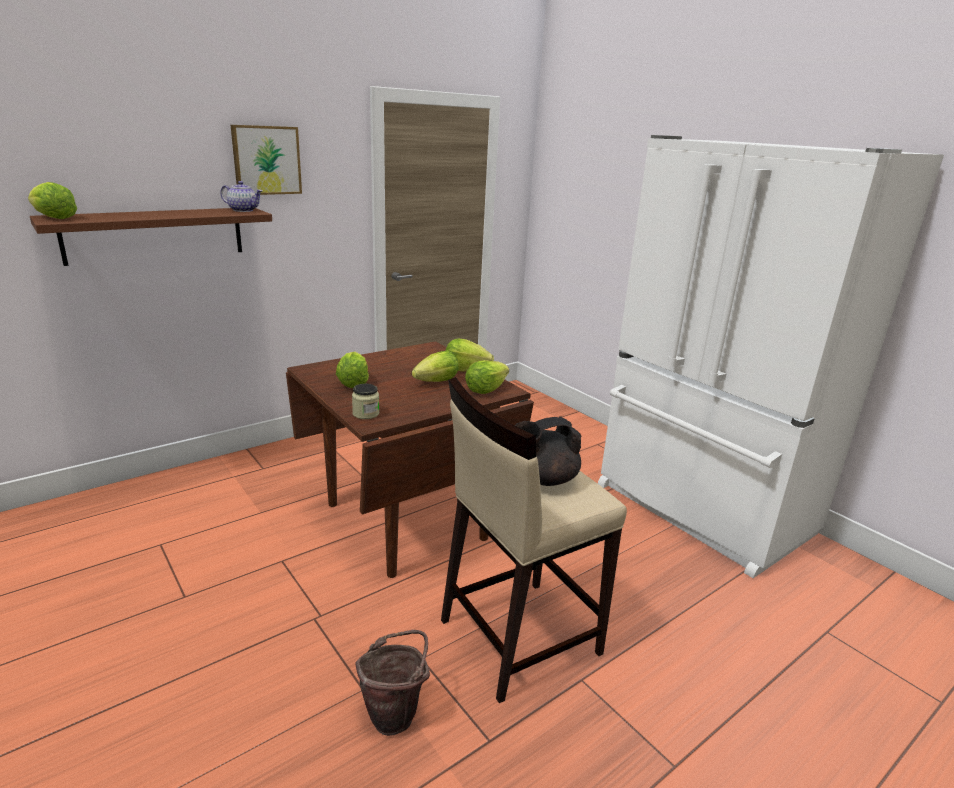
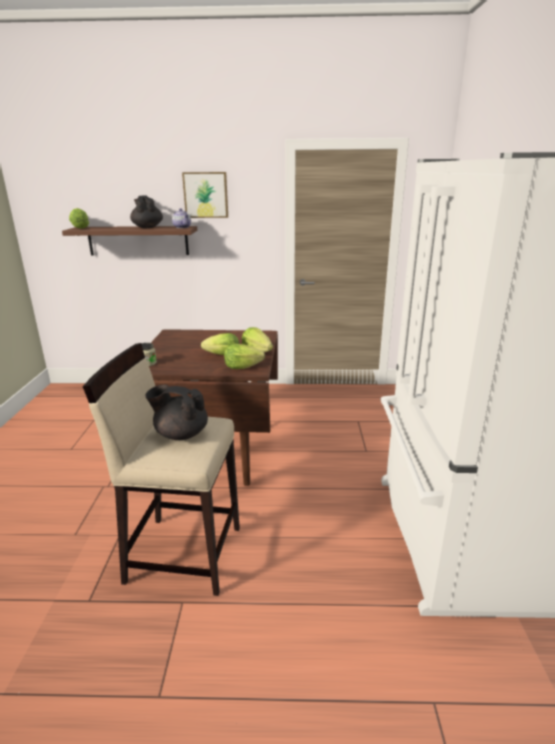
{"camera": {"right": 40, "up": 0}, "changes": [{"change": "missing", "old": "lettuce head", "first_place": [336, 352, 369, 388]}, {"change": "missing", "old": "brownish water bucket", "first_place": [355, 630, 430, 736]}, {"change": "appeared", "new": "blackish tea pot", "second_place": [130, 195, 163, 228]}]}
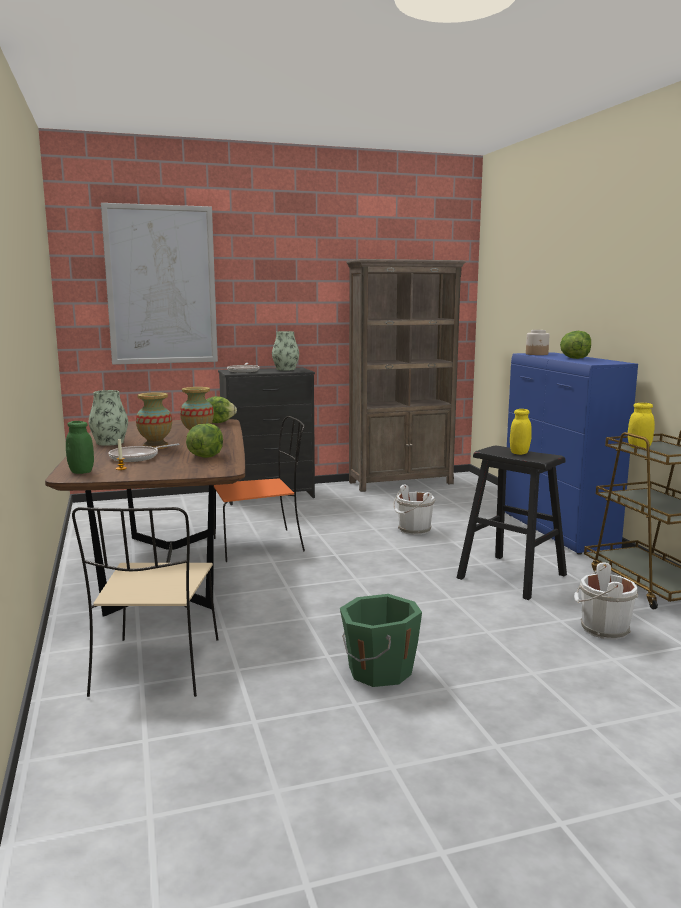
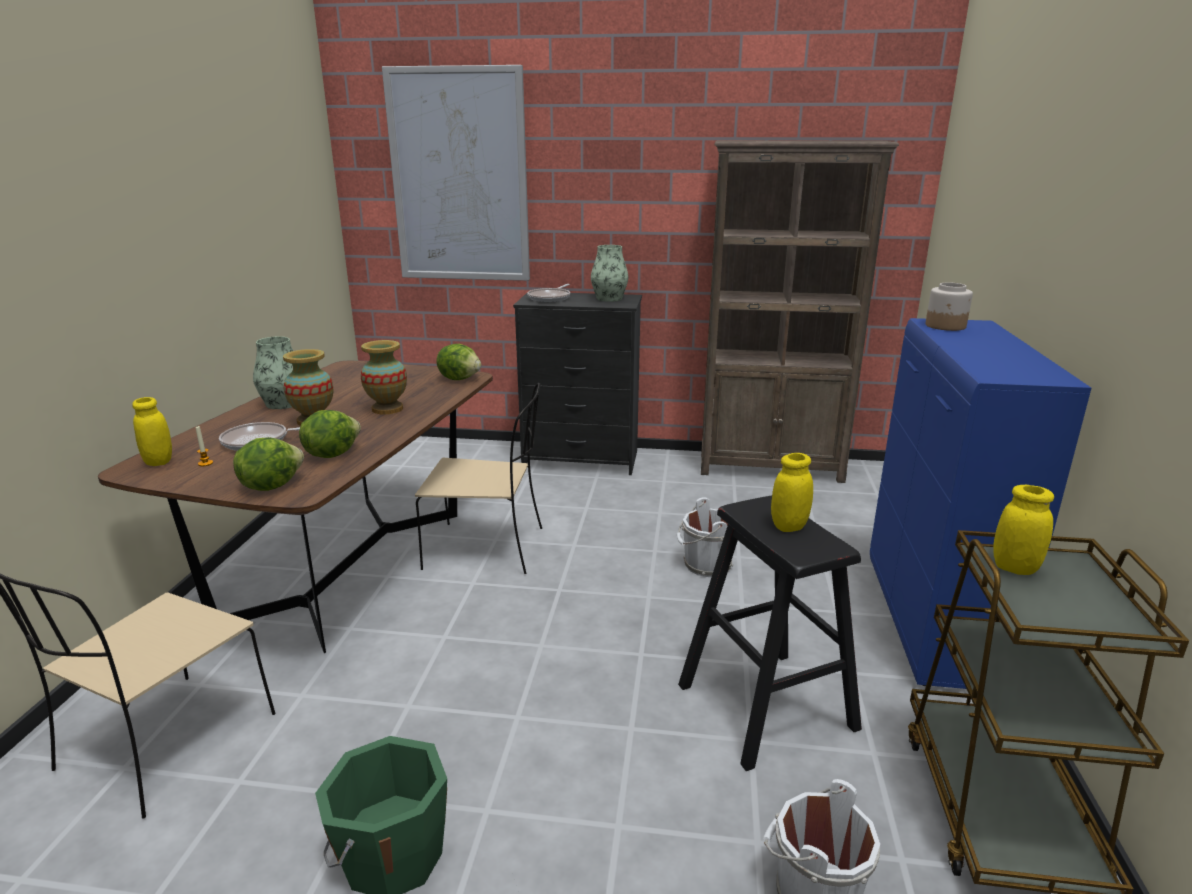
{"camera": {"right": 25, "up": 10}, "changes": [{"change": "relocated", "old": "lettuce head", "first_place": [560, 331, 591, 359], "second_place": [233, 437, 304, 491]}, {"change": "colour", "old": "green jar", "new": "yellow jar", "first_place": [66, 421, 94, 474], "second_place": [132, 397, 172, 466]}, {"change": "colour", "old": "orangey upright chair", "new": "sand-coloured upright chair", "first_place": [214, 416, 305, 562], "second_place": [415, 383, 542, 574]}]}
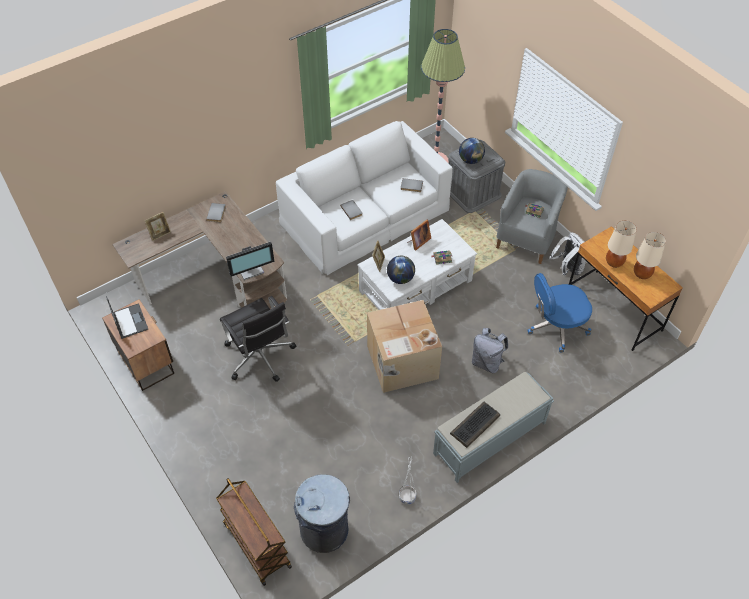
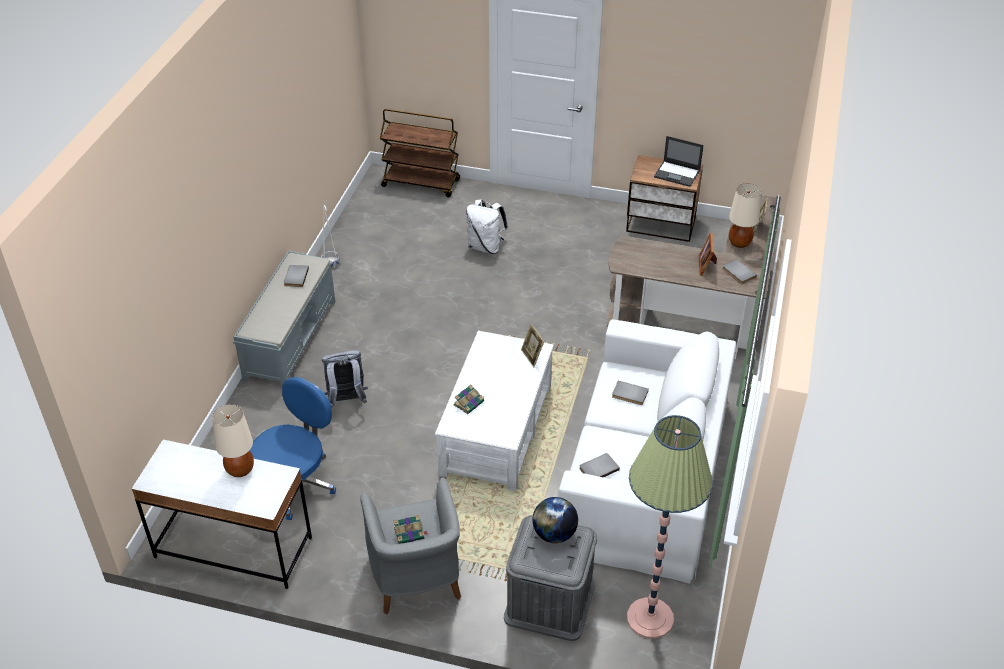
{"camera": {"right": 140, "up": -10}, "changes": [{"change": "missing", "old": "blackish computer chair", "first_place": [220, 296, 296, 382]}, {"change": "missing", "old": "computer screen", "first_place": [226, 242, 274, 280]}, {"change": "missing", "old": "gray trash can", "first_place": [294, 474, 350, 553]}, {"change": "missing", "old": "carton", "first_place": [367, 300, 442, 393]}, {"change": "missing", "old": "world globe", "first_place": [387, 256, 415, 284]}, {"change": "relocated", "old": "picture frame", "first_place": [407, 220, 431, 251], "second_place": [699, 233, 717, 276]}, {"change": "relocated", "old": "white rucksack", "first_place": [550, 232, 586, 276], "second_place": [466, 199, 508, 254]}, {"change": "relocated", "old": "sand-coloured tabletop lamp", "first_place": [634, 232, 666, 279], "second_place": [729, 183, 761, 248]}, {"change": "exchanged", "old": "keyboard", "new": "gray bound book", "first_place": [450, 402, 500, 448], "second_place": [284, 265, 309, 287]}, {"change": "colour", "old": "brownish desk unit", "new": "white desk unit", "first_place": [569, 226, 683, 351], "second_place": [132, 440, 312, 589]}]}
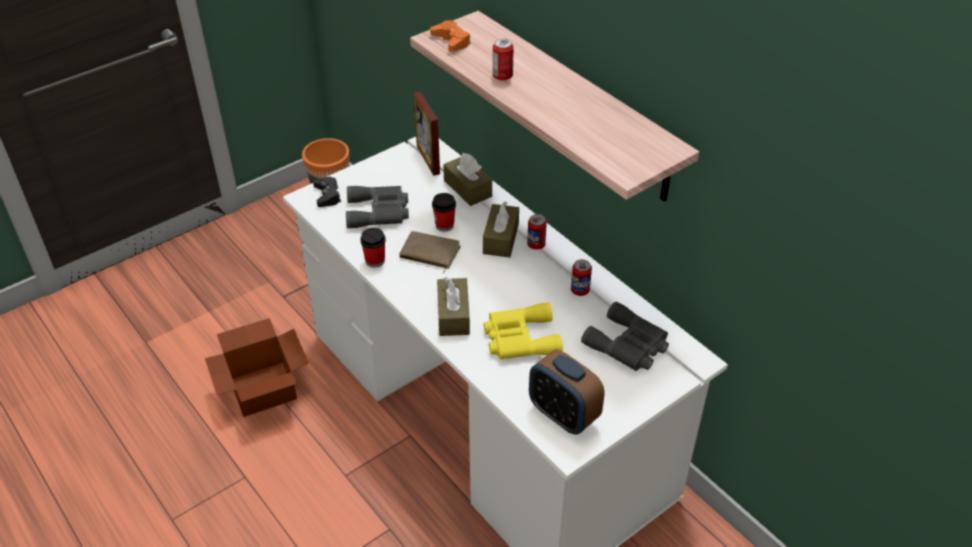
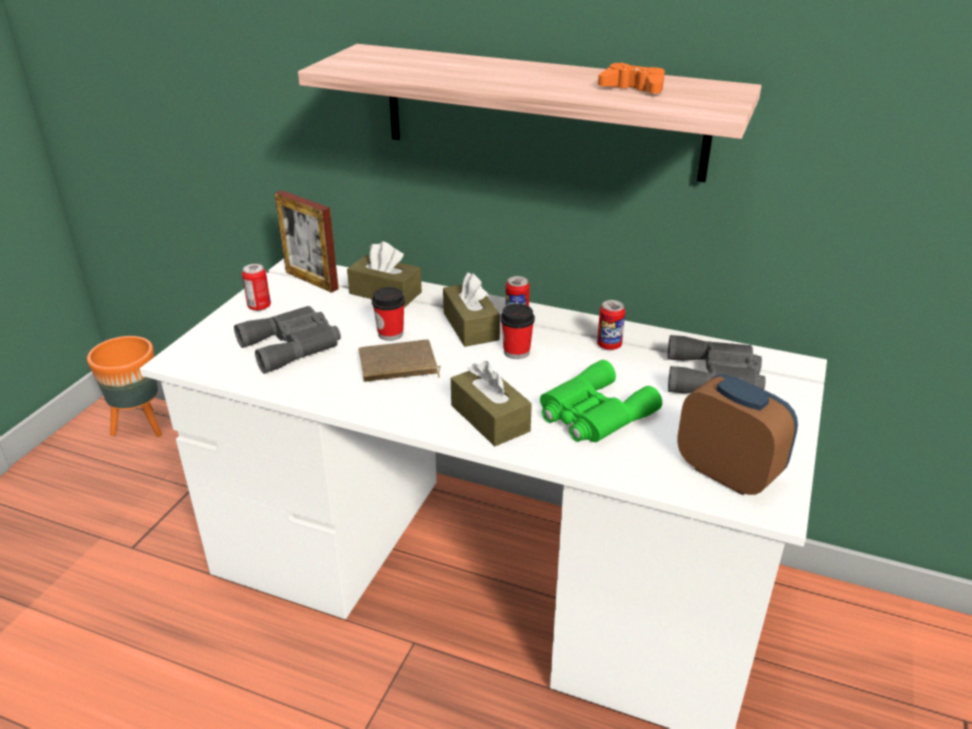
{"camera": {"right": -30, "up": -10}, "changes": [{"change": "missing", "old": "carton", "first_place": [205, 318, 309, 417]}, {"change": "missing", "old": "blackish gamepad", "first_place": [313, 177, 341, 207]}, {"change": "relocated", "old": "cup", "first_place": [360, 228, 386, 268], "second_place": [500, 304, 535, 359]}, {"change": "relocated", "old": "orangey gamepad", "first_place": [430, 20, 471, 52], "second_place": [598, 63, 665, 93]}, {"change": "relocated", "old": "metal can", "first_place": [493, 38, 514, 81], "second_place": [242, 264, 271, 311]}, {"change": "colour", "old": "yellow binoculars", "new": "green binoculars", "first_place": [484, 303, 563, 360], "second_place": [540, 360, 662, 442]}, {"change": "spun", "old": "alarm clock", "first_place": [529, 349, 605, 435], "second_place": [677, 374, 798, 495], "degrees": -150}]}
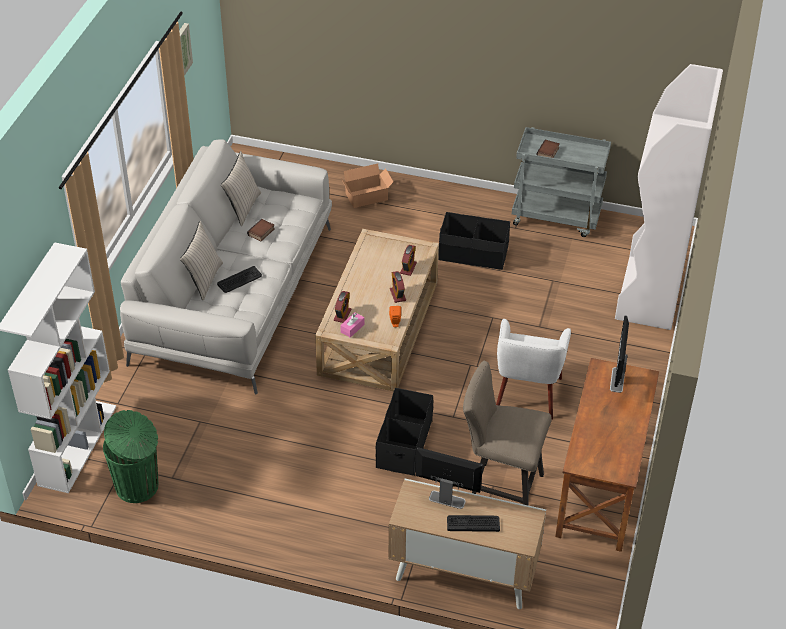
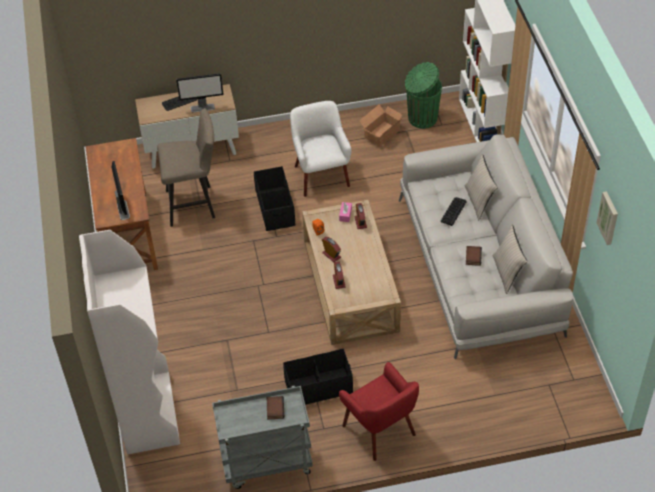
{"camera": {"right": 155, "up": 5}, "changes": [{"change": "appeared", "new": "reddish lounge chair", "second_place": [339, 362, 419, 461]}, {"change": "relocated", "old": "carton", "first_place": [341, 163, 393, 208], "second_place": [359, 104, 403, 147]}, {"change": "relocated", "old": "white lounge chair", "first_place": [496, 319, 571, 419], "second_place": [290, 101, 351, 197]}]}
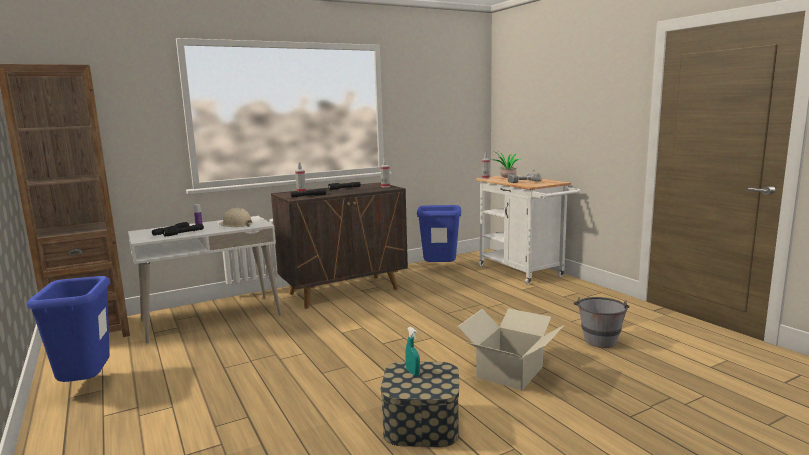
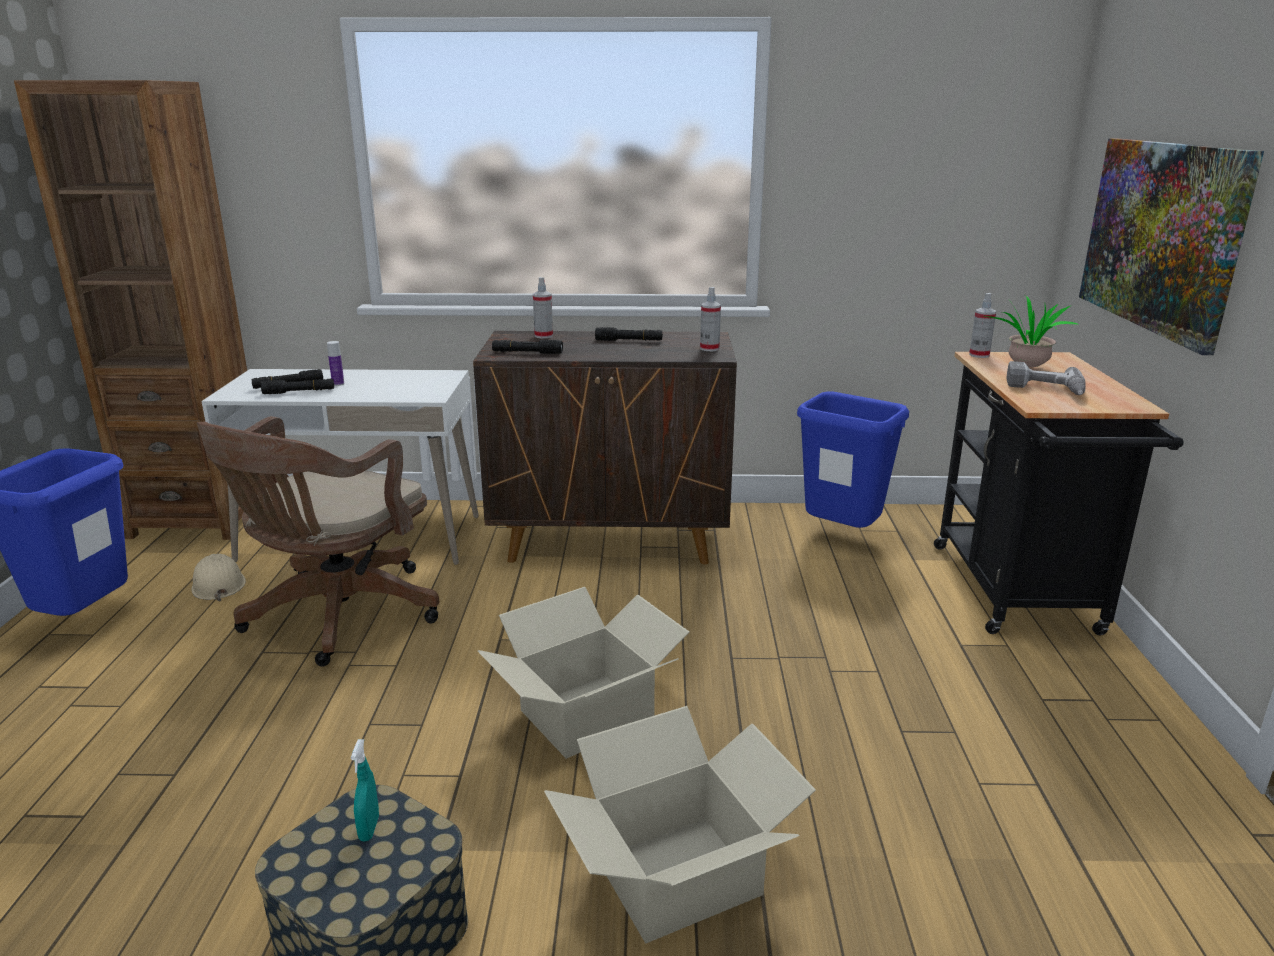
{"camera": {"right": 30, "up": 10}, "changes": [{"change": "missing", "old": "gray water bucket", "first_place": [574, 297, 630, 348]}, {"change": "appeared", "new": "brownish computer chair", "second_place": [197, 416, 440, 667]}, {"change": "appeared", "new": "carton", "second_place": [478, 587, 689, 759]}, {"change": "appeared", "new": "wall art", "second_place": [1079, 138, 1264, 355]}, {"change": "relocated", "old": "sand-coloured work helmet", "first_place": [219, 208, 253, 227], "second_place": [191, 554, 246, 601]}, {"change": "colour", "old": "white wheeled cart", "new": "blackish wheeled cart", "first_place": [475, 175, 580, 285], "second_place": [934, 352, 1184, 635]}]}
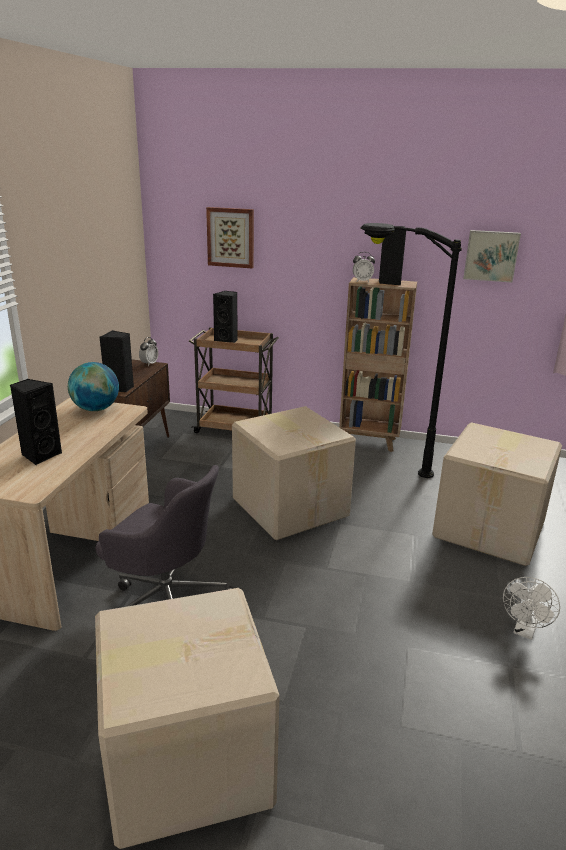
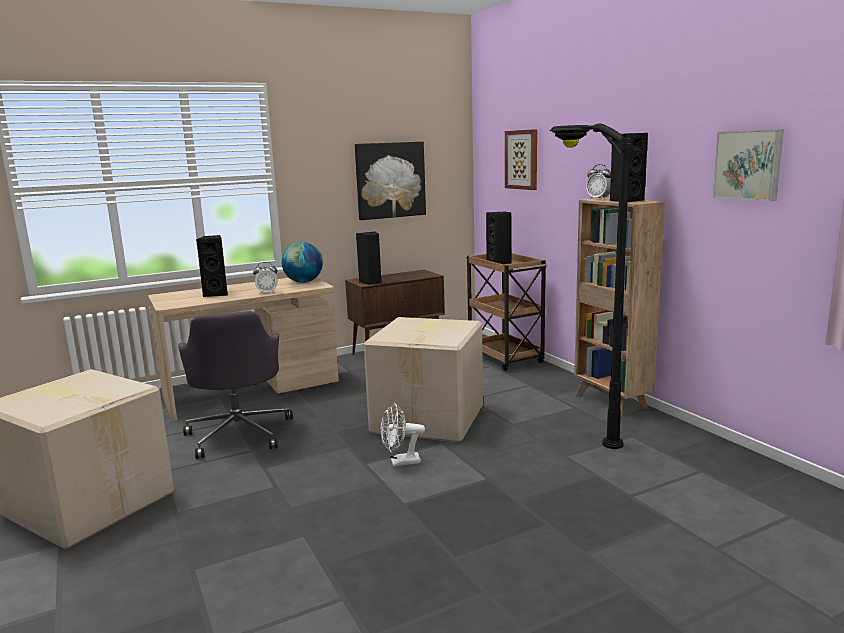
{"camera": {"right": 50, "up": -10}, "changes": [{"change": "missing", "old": "carton", "first_place": [432, 422, 562, 566]}, {"change": "appeared", "new": "wall art", "second_place": [355, 142, 426, 220]}, {"change": "relocated", "old": "alarm clock", "first_place": [139, 337, 158, 366], "second_place": [253, 262, 278, 294]}, {"change": "relocated", "old": "white cooling fan", "first_place": [503, 577, 560, 640], "second_place": [380, 403, 425, 466]}]}
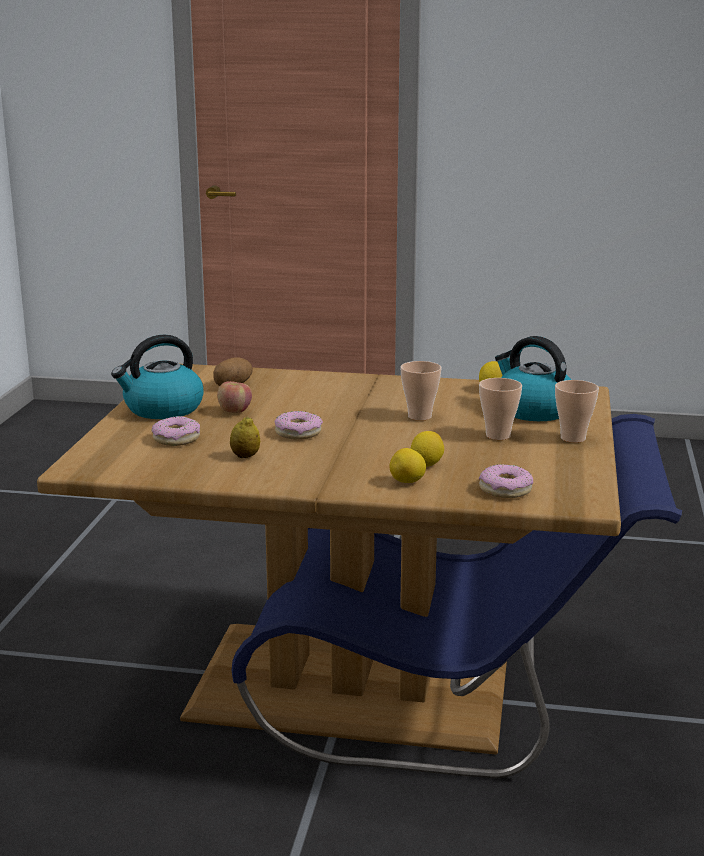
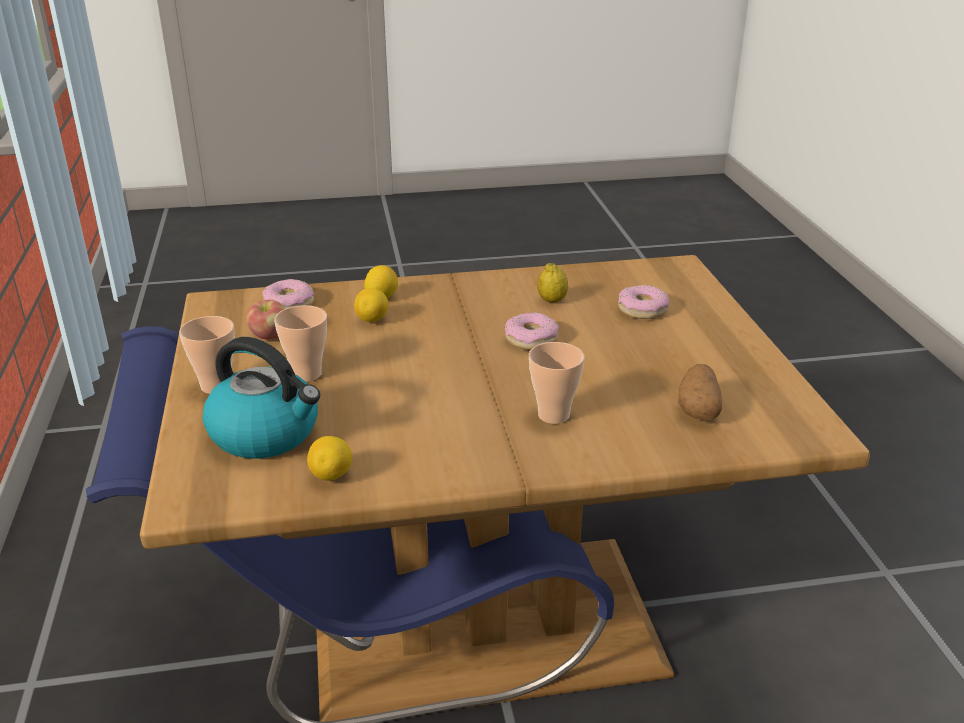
{"camera": {"right": 160, "up": 10}, "changes": [{"change": "missing", "old": "kettle", "first_place": [111, 335, 204, 419]}, {"change": "relocated", "old": "whole apple", "first_place": [217, 381, 252, 413], "second_place": [246, 300, 285, 340]}, {"change": "relocated", "old": "cup", "first_place": [400, 361, 442, 421], "second_place": [529, 342, 585, 424]}]}
